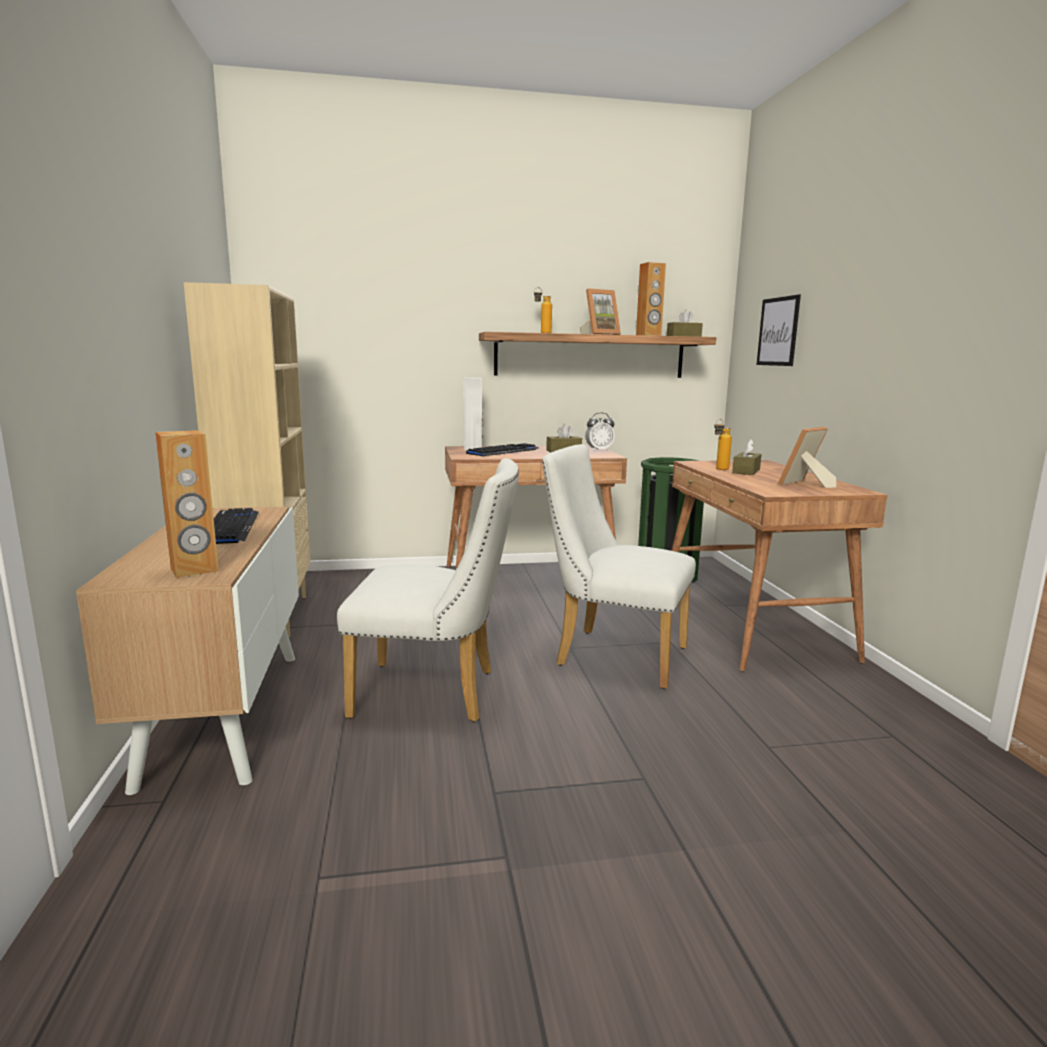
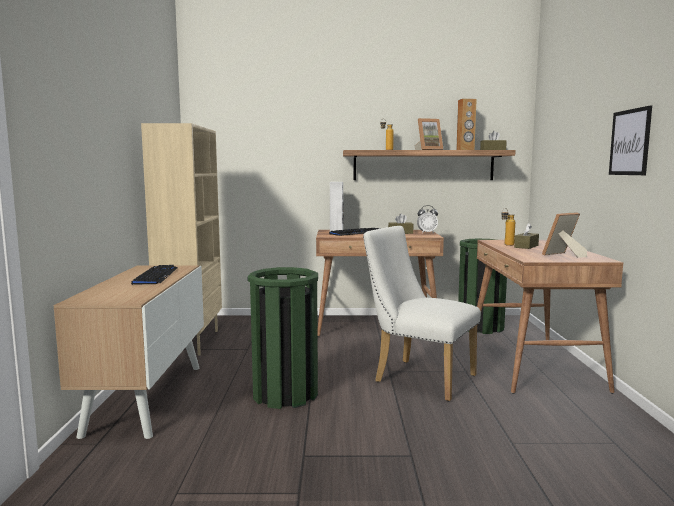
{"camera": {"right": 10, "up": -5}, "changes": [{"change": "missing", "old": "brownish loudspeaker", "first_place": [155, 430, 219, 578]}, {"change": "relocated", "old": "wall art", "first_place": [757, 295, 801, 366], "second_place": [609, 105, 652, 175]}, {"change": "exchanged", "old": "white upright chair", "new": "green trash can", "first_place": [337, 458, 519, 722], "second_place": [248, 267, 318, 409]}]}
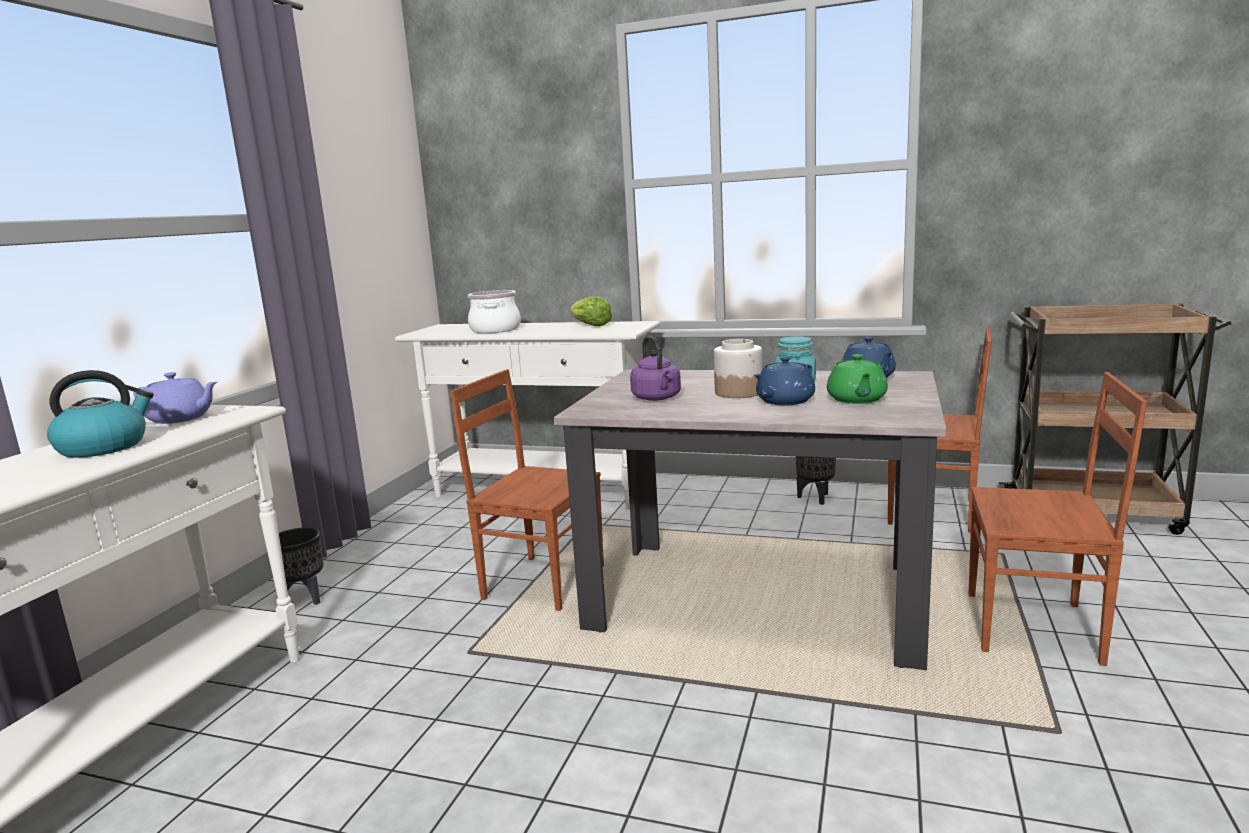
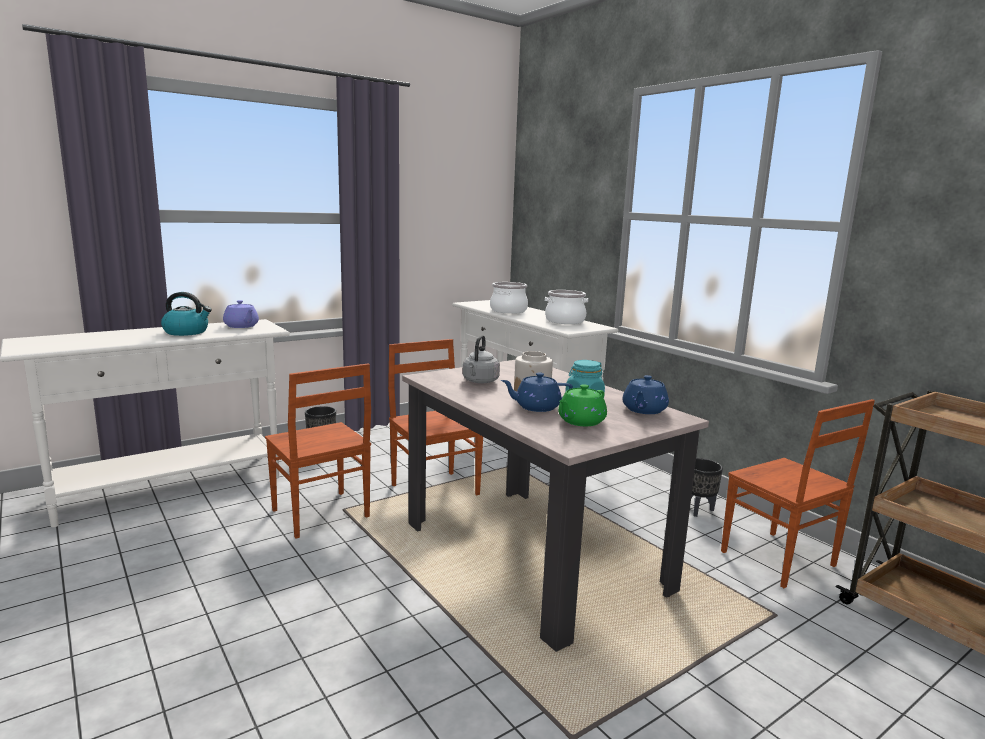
{"camera": {"right": 35, "up": 0}, "changes": [{"change": "relocated", "old": "brownish upright chair", "first_place": [969, 372, 1147, 666], "second_place": [265, 364, 371, 538]}, {"change": "exchanged", "old": "lettuce head", "new": "cooking pot", "first_place": [570, 296, 612, 326], "second_place": [545, 290, 588, 324]}, {"change": "colour", "old": "purple-coloured kettle", "new": "gray kettle", "first_place": [630, 336, 681, 401], "second_place": [463, 335, 500, 384]}]}
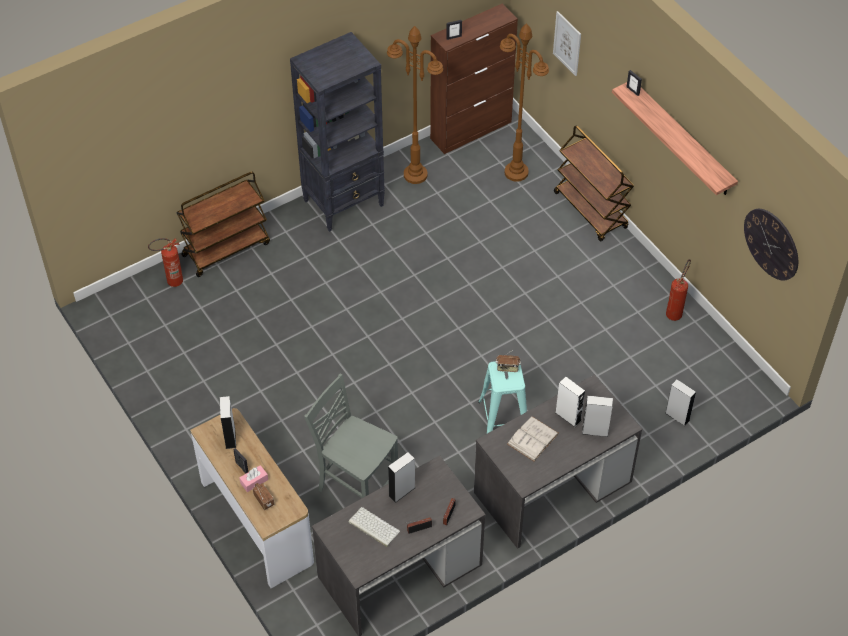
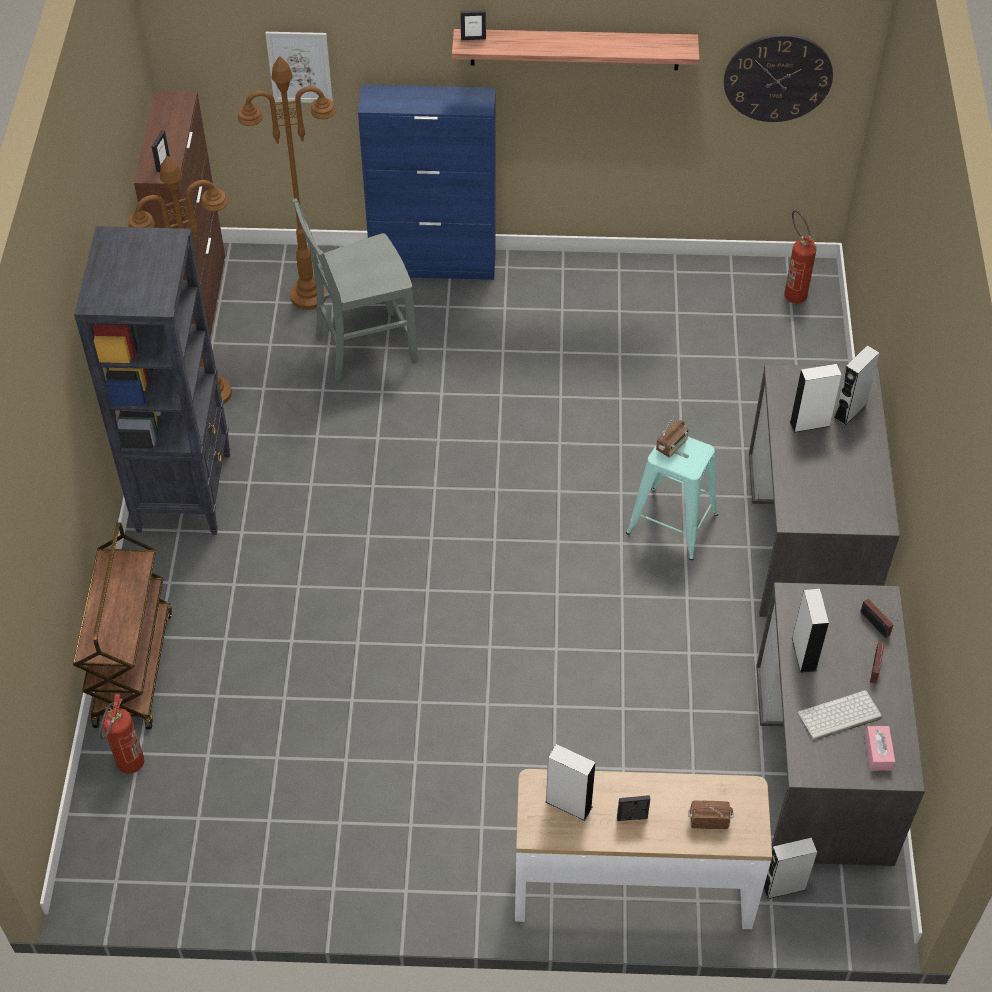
{"camera": {"right": -55, "up": 0}, "changes": [{"change": "missing", "old": "white bound book", "first_place": [507, 416, 559, 461]}, {"change": "relocated", "old": "pink-coloured tissue holder", "first_place": [239, 465, 268, 492], "second_place": [865, 726, 895, 771]}, {"change": "relocated", "old": "gray upright chair", "first_place": [304, 373, 398, 498], "second_place": [293, 198, 418, 381]}, {"change": "relocated", "old": "gray loudspeaker", "first_place": [665, 380, 696, 426], "second_place": [763, 837, 817, 899]}, {"change": "relocated", "old": "fire extinguisher", "first_place": [666, 259, 691, 321], "second_place": [784, 210, 817, 304]}, {"change": "exchanged", "old": "brownish wheeled cart", "new": "bluish cabinet", "first_place": [554, 125, 634, 242], "second_place": [358, 85, 496, 280]}]}
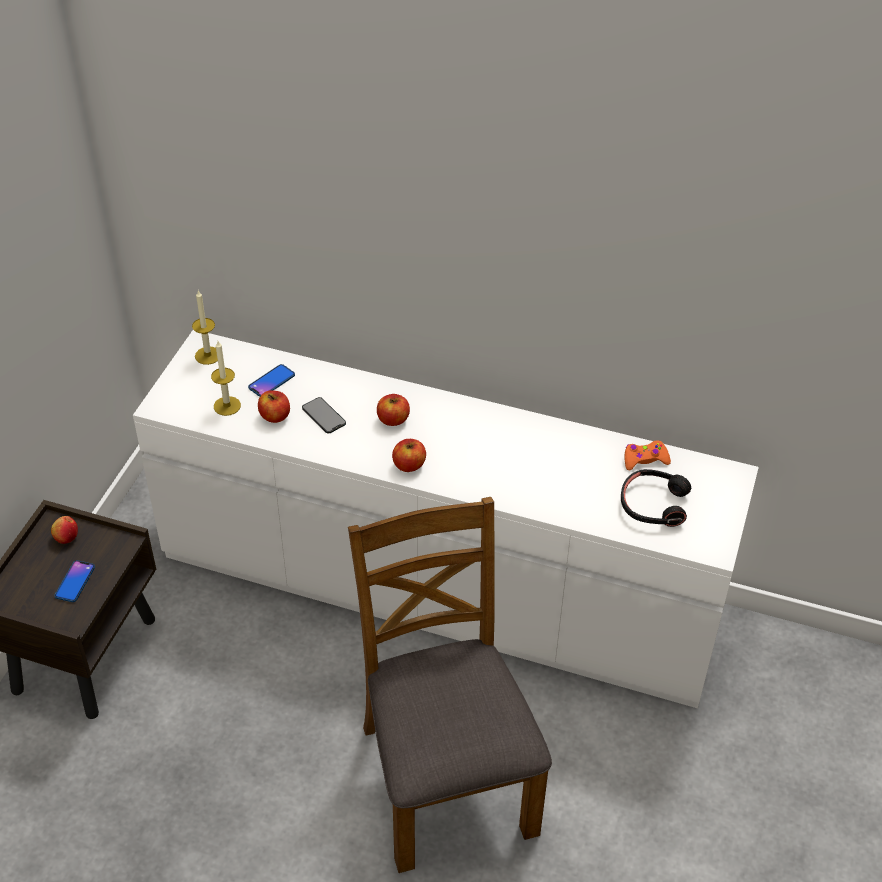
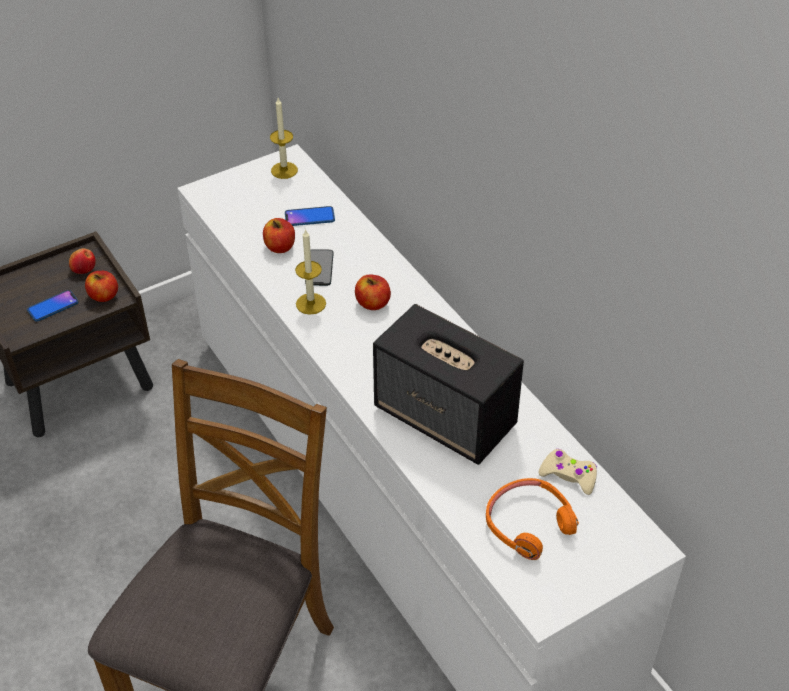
{"camera": {"right": 40, "up": 0}, "changes": [{"change": "appeared", "new": "loudspeaker", "second_place": [373, 304, 524, 465]}, {"change": "relocated", "old": "wax light", "first_place": [211, 341, 241, 416], "second_place": [295, 229, 326, 315]}, {"change": "relocated", "old": "whole apple", "first_place": [392, 439, 426, 472], "second_place": [85, 271, 118, 302]}, {"change": "colour", "old": "blackish headset", "new": "orangey headset", "first_place": [621, 469, 691, 527], "second_place": [486, 478, 579, 560]}, {"change": "colour", "old": "orangey gamepad", "new": "sand-coloured gamepad", "first_place": [625, 441, 671, 470], "second_place": [539, 449, 597, 495]}]}
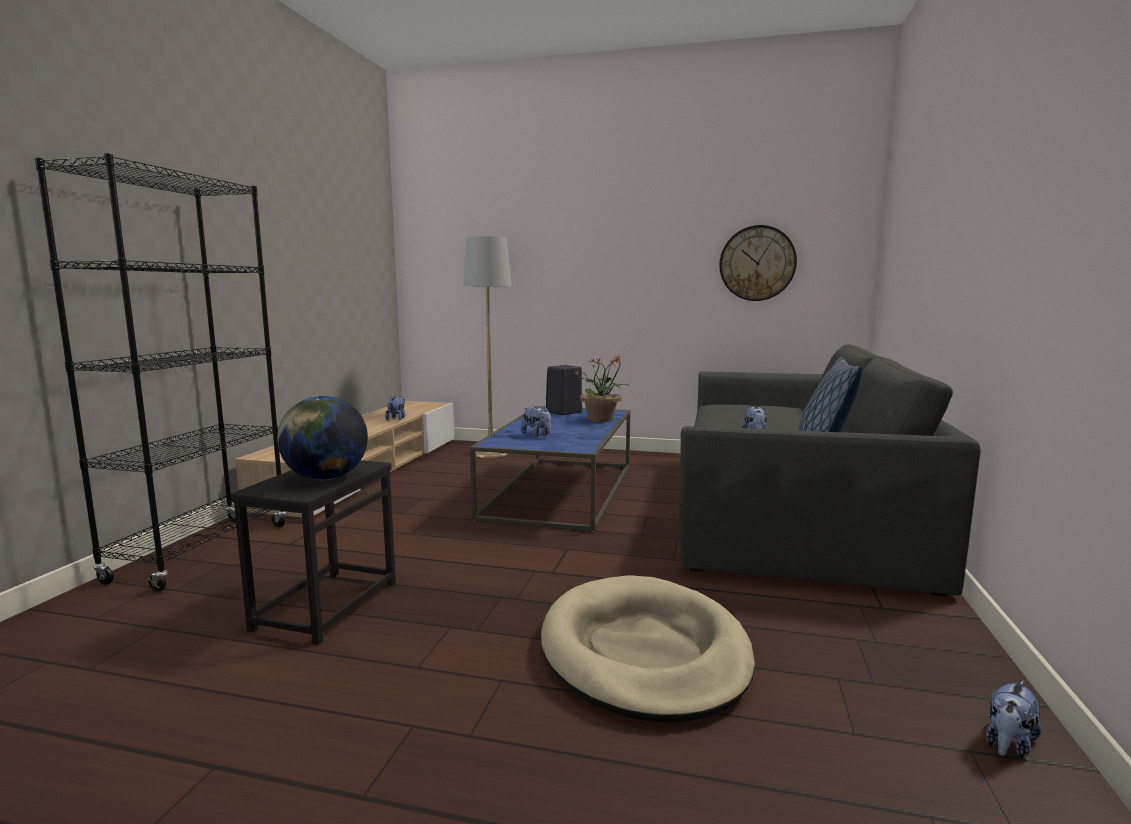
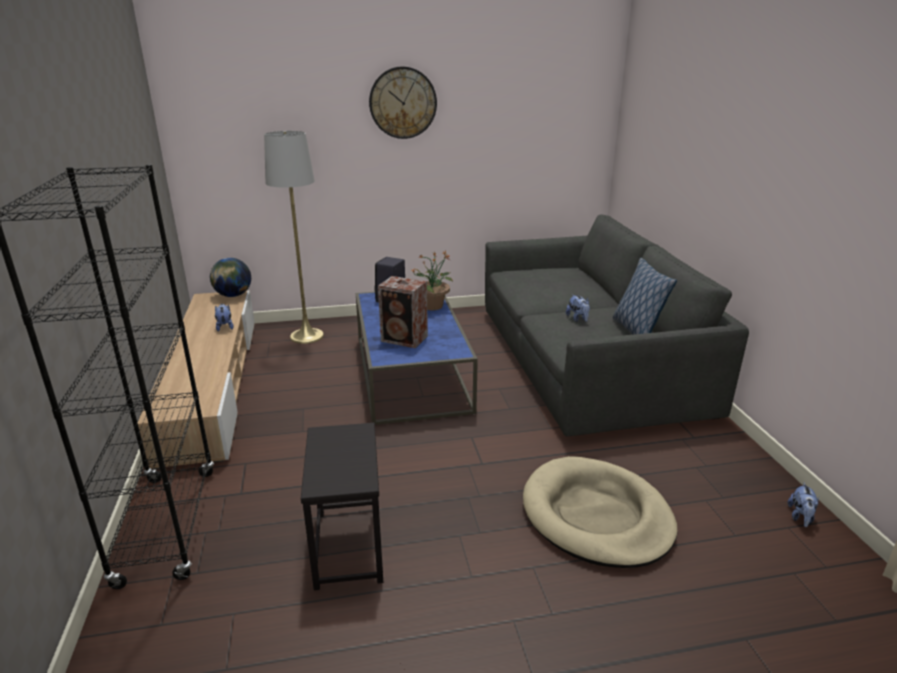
{"camera": {"right": -25, "up": 15}, "changes": [{"change": "relocated", "old": "world globe", "first_place": [277, 396, 368, 480], "second_place": [210, 258, 251, 297]}, {"change": "relocated", "old": "hanging clock", "first_place": [719, 225, 797, 301], "second_place": [369, 66, 437, 139]}, {"change": "exchanged", "old": "plush toy", "new": "loudspeaker", "first_place": [521, 406, 551, 437], "second_place": [378, 276, 428, 348]}]}
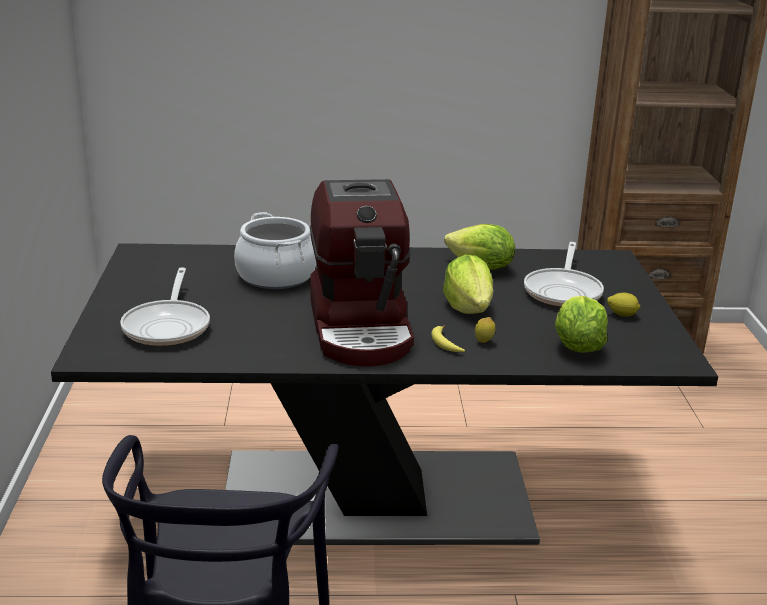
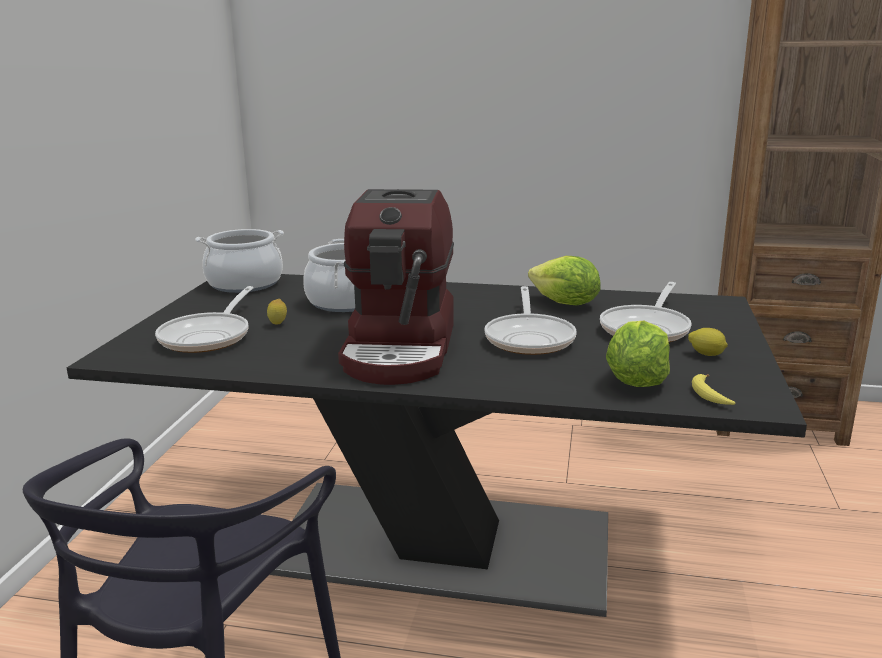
{"camera": {"right": 15, "up": -5}, "changes": [{"change": "appeared", "new": "cooking pot", "second_place": [195, 229, 284, 293]}, {"change": "relocated", "old": "banana fruit", "first_place": [432, 325, 465, 352], "second_place": [692, 374, 735, 405]}, {"change": "relocated", "old": "citrus fruit", "first_place": [475, 317, 495, 343], "second_place": [267, 299, 287, 325]}, {"change": "exchanged", "old": "lettuce head", "new": "pan", "first_place": [443, 255, 493, 314], "second_place": [484, 286, 576, 355]}]}
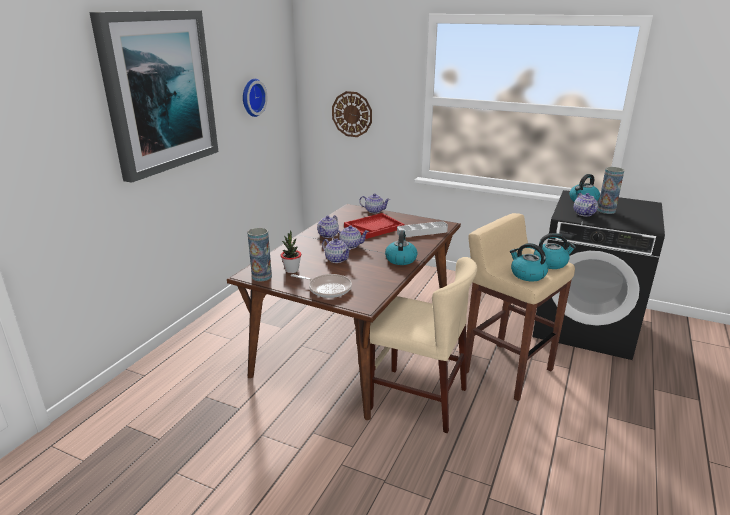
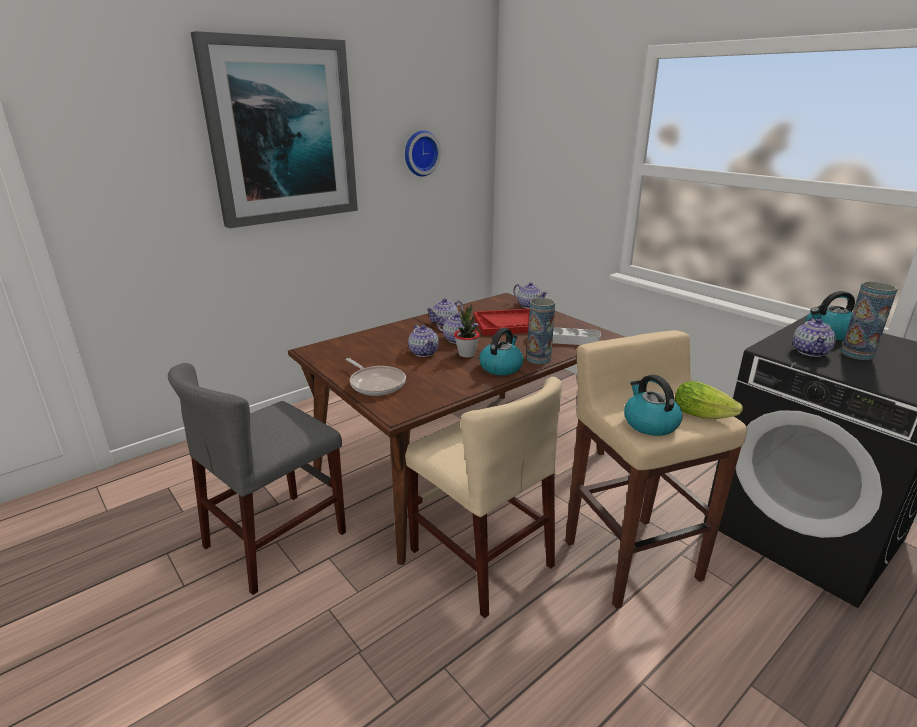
{"camera": {"right": 25, "up": 0}, "changes": [{"change": "missing", "old": "hanging clock", "first_place": [332, 91, 372, 137]}, {"change": "appeared", "new": "gray upright chair", "second_place": [168, 363, 346, 595]}, {"change": "relocated", "old": "flower vase", "first_place": [247, 228, 272, 281], "second_place": [527, 298, 555, 364]}, {"change": "relocated", "old": "houseplant", "first_place": [281, 230, 301, 273], "second_place": [454, 304, 480, 358]}, {"change": "exchanged", "old": "kettle", "new": "lettuce head", "first_place": [534, 233, 576, 269], "second_place": [675, 381, 743, 419]}]}
